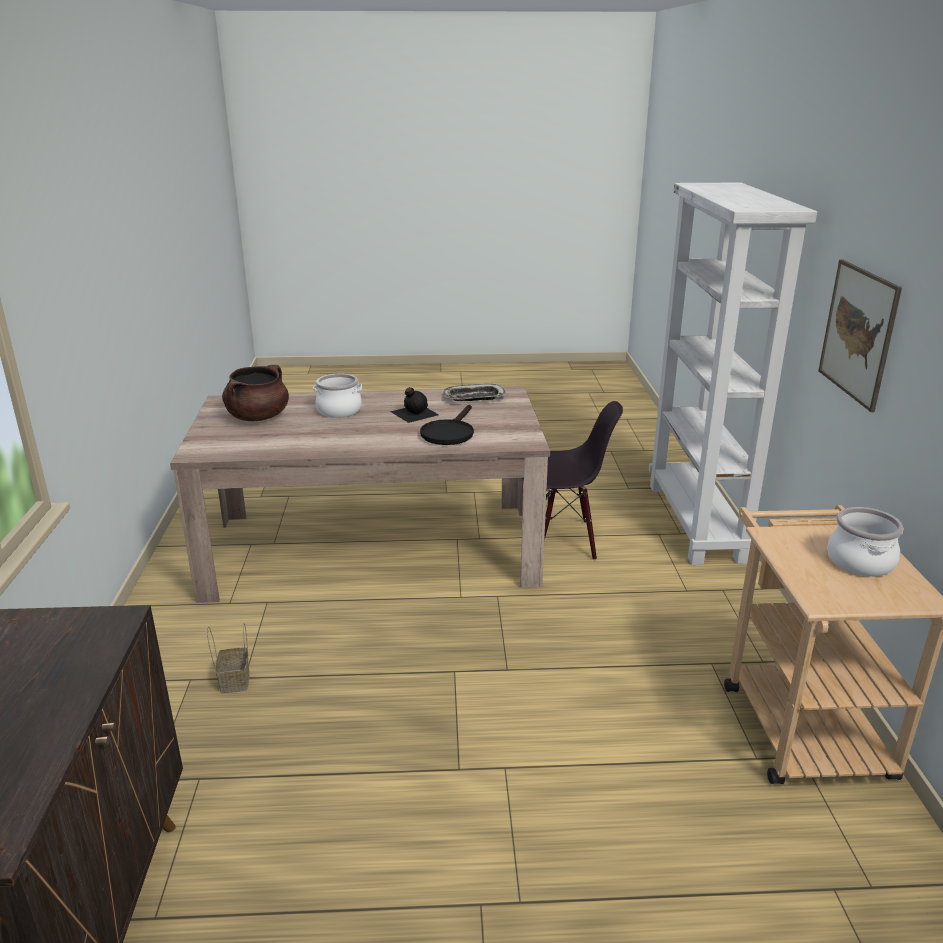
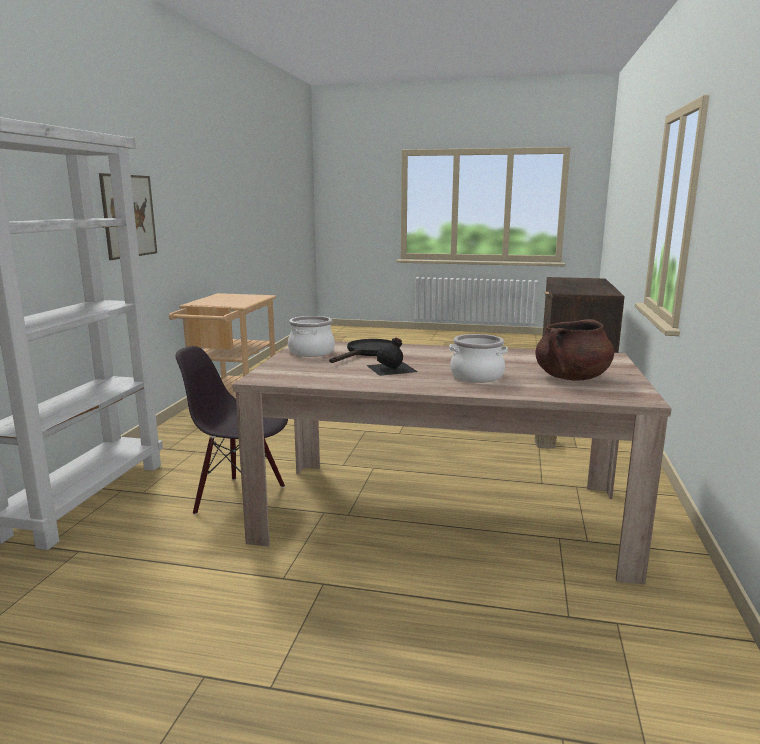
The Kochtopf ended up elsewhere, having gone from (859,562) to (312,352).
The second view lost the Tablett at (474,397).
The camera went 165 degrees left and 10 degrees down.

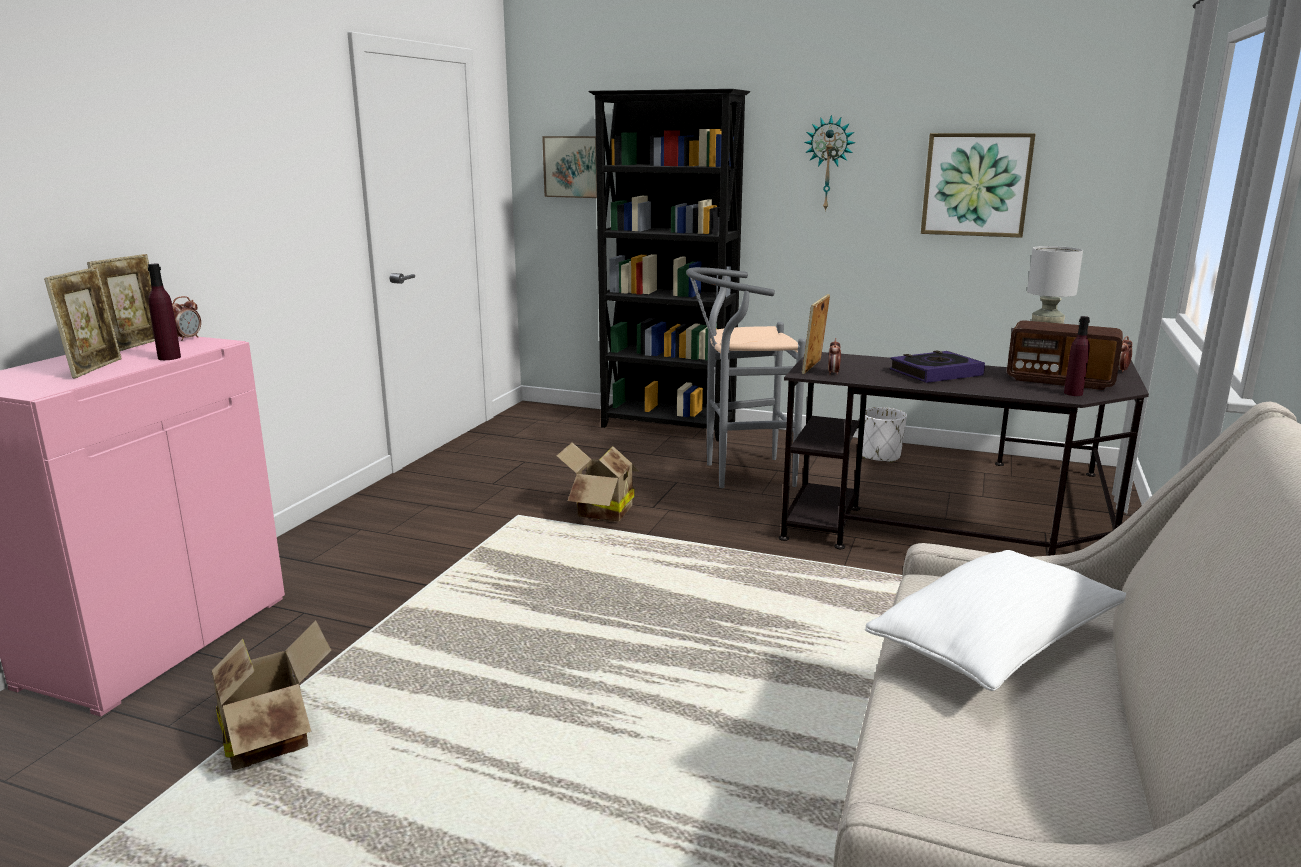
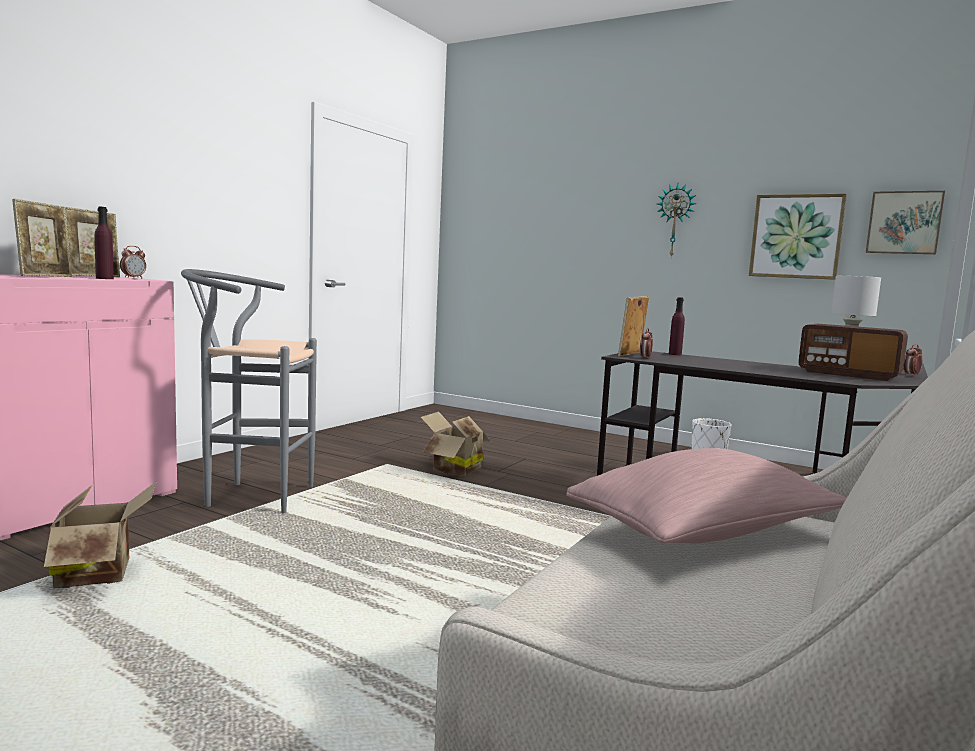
The Hocker/grau ended up elsewhere, having gone from (740,474) to (250,496).
What was the Kissen/weiß at (996,646) turned into the Kissen/rosa at (705,534).
The Flasche/lila ended up elsewhere, having gone from (1073,393) to (675,354).
The Bild ended up elsewhere, having gone from (573,166) to (904,223).
The second view lost the Bücherregal/schwarz at (668,427).
The second view lost the Buch at (935,373).
The camera went 10 degrees right and 10 degrees down.

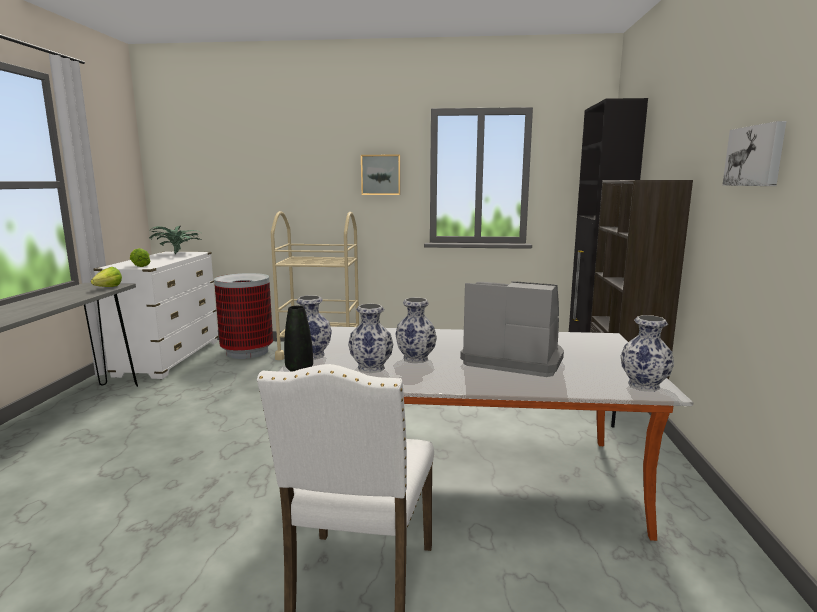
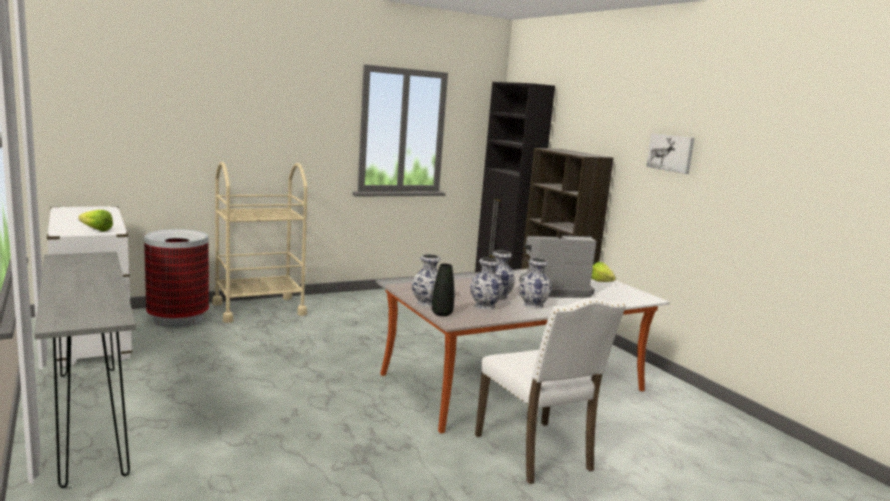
The Vase ended up elsewhere, having gone from (642,385) to (533,305).
The Salatkopf ended up elsewhere, having gone from (105,288) to (603,283).
The second view lost the Topfpflanze at (177,253).
The second view lost the Bild at (381,175).
The camera went 35 degrees left and 0 degrees up.

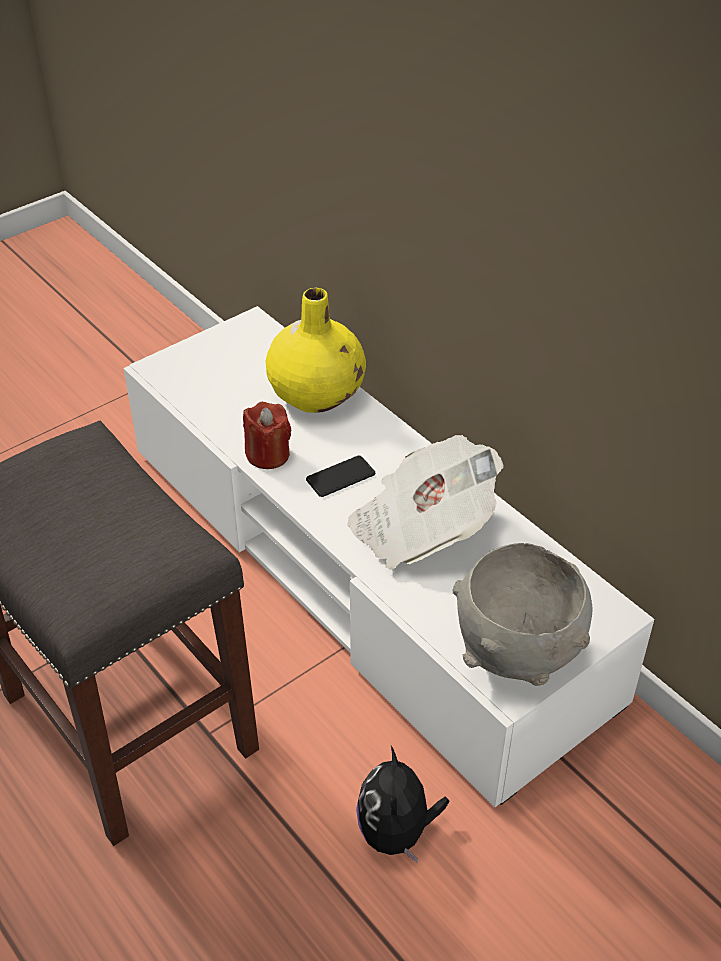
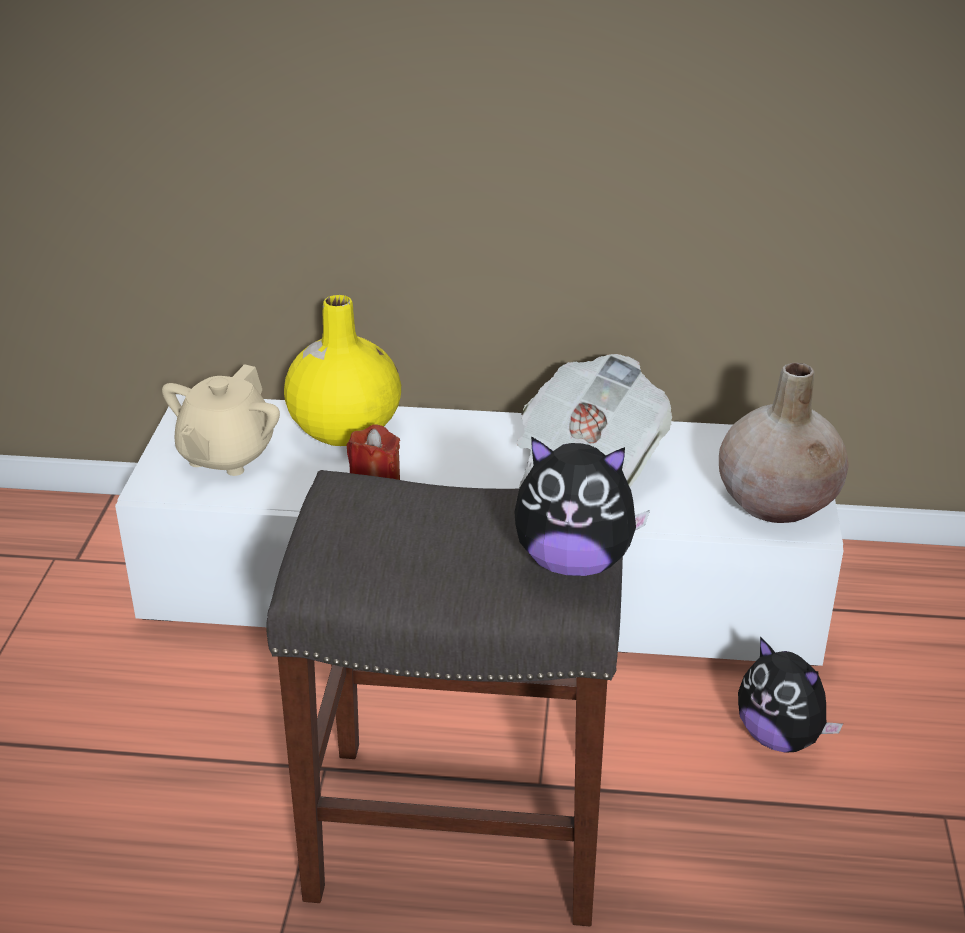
The second view gained the Teekanne/beige at (226,456).
The second view gained the Plüschtier at (574,562).
Where the Schüssel/grau stood at (517,653), the Vase/beige came to stand at (777,502).
The second view lost the Handy at (340,477).
The camera went 45 degrees left and 10 degrees down.

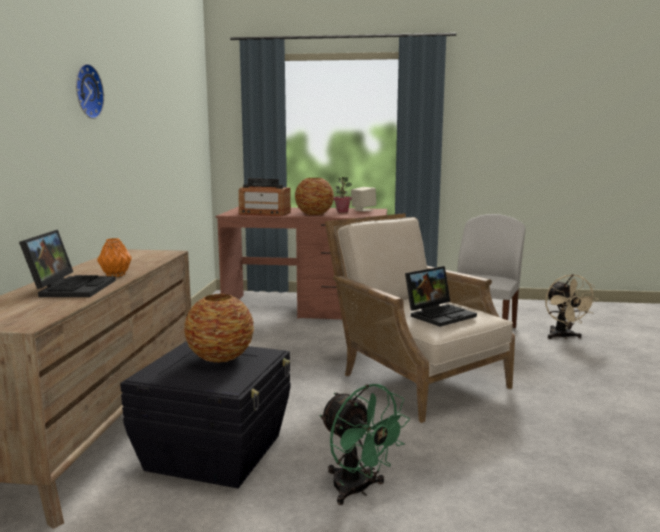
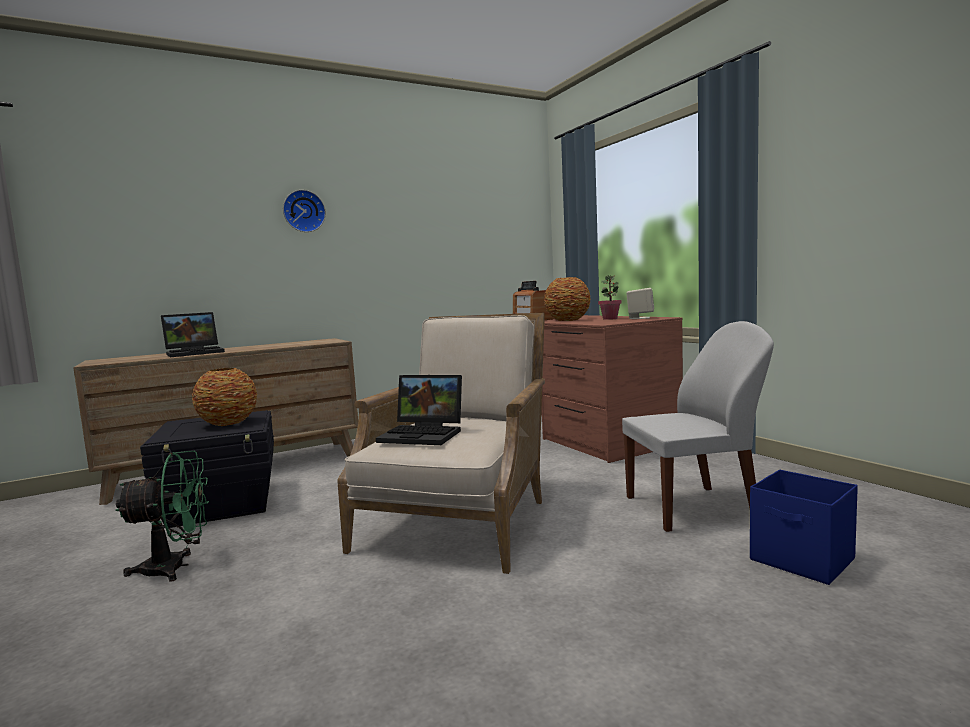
The Ventilator/grün at (358,490) ended up facing another way, 120 degrees counterclockwise from before.
Where the Ventilator/beige stood at (563,337), the Aufbewahrungsbox/blau came to stand at (803,560).
The second view lost the Vase/orange at (116,275).
The camera went 55 degrees right and 5 degrees down.

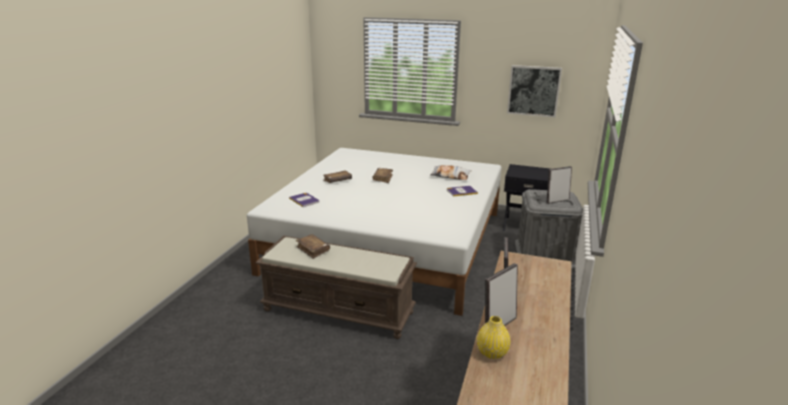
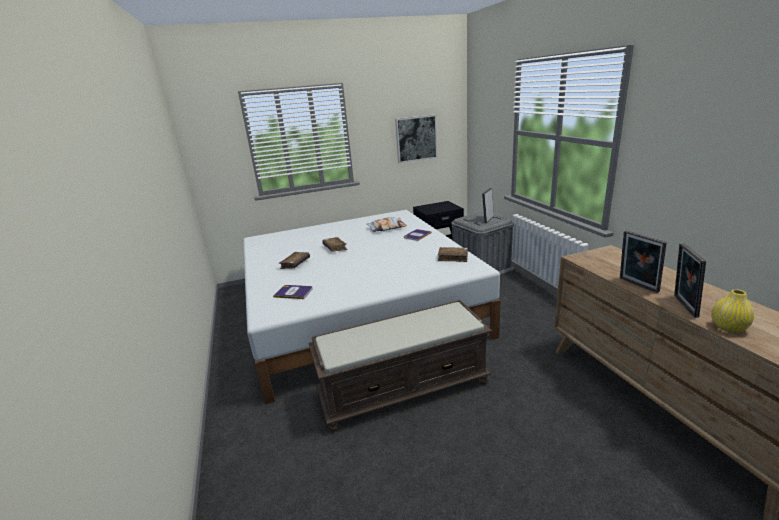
The Buch/braun ended up elsewhere, having gone from (313,249) to (453,258).
The camera went 35 degrees left and 0 degrees up.

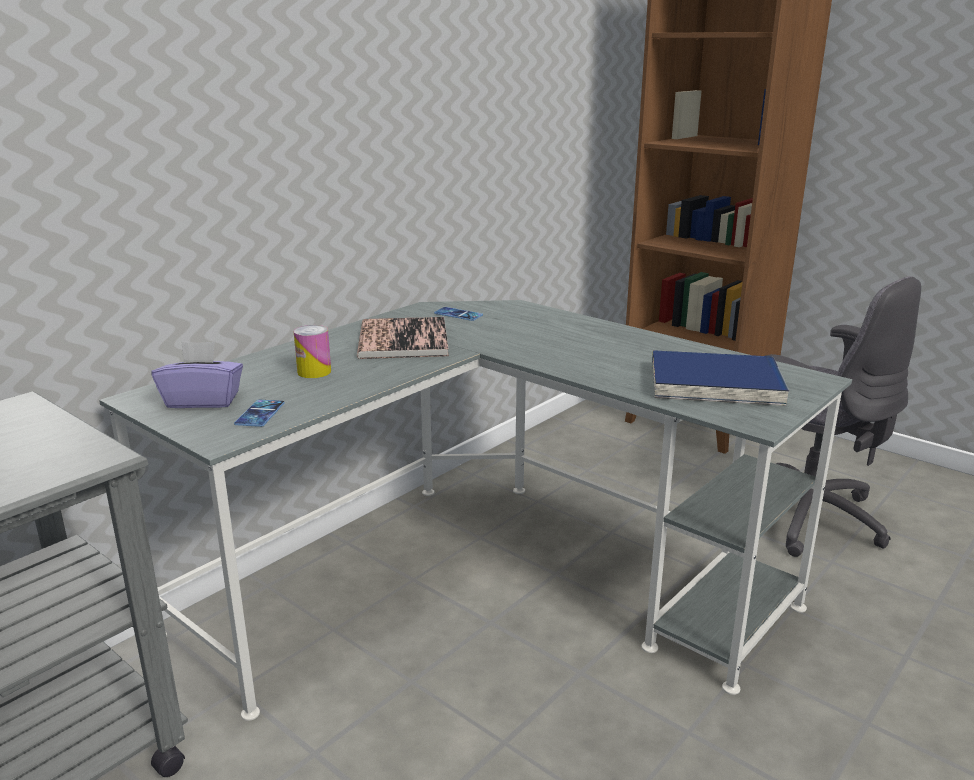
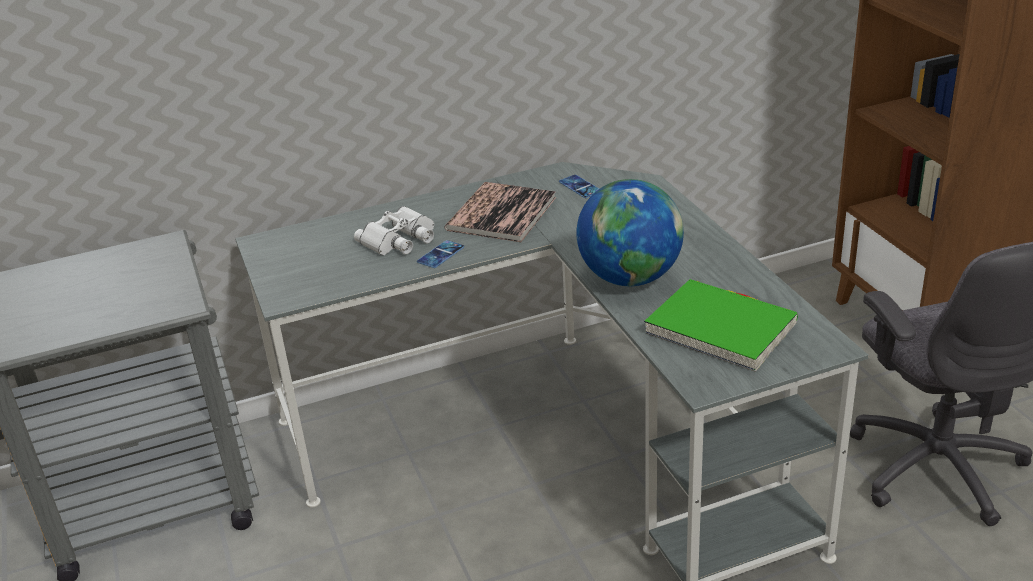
Where the Dose stood at (314,372), the Fernglas/weiß came to stand at (400,239).
The Handy ended up elsewhere, having gone from (260,414) to (440,254).
The second view gained the Globus at (630,278).
What was the Buch/blau at (714,384) turned into the Buch/grün at (720,329).
The second view lost the Taschentuchbox/lila at (203,400).
The camera went 30 degrees right and 10 degrees up.

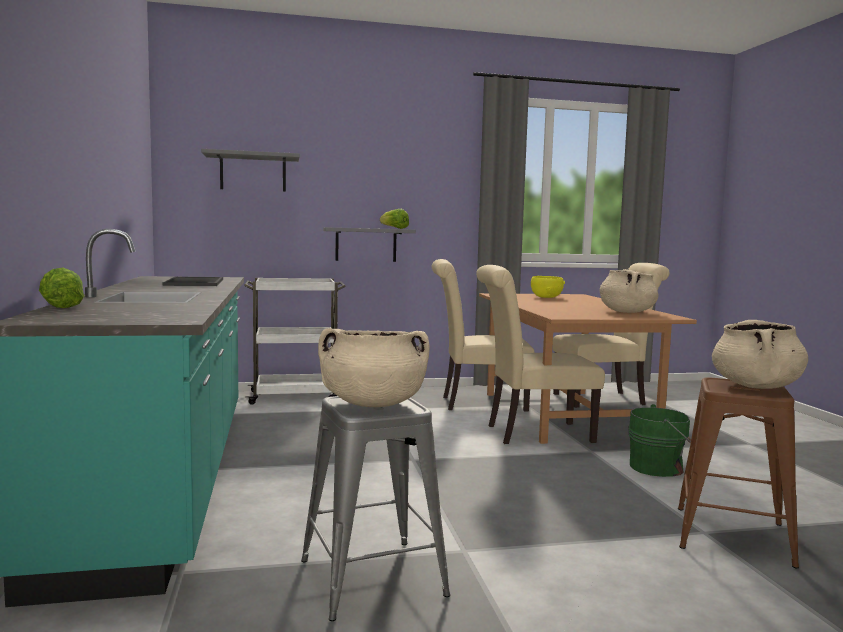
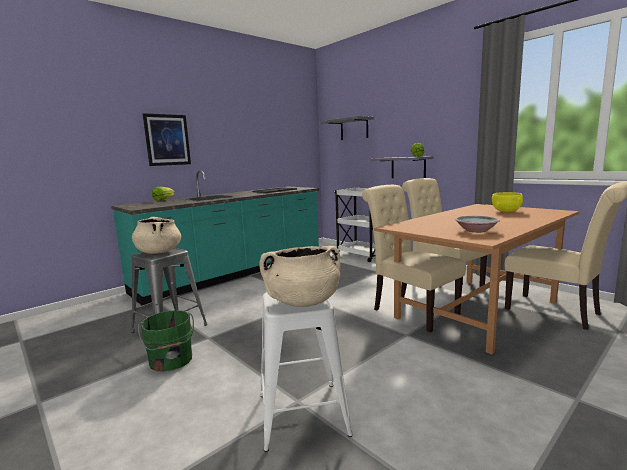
The Eimer/grün ended up elsewhere, having gone from (658,467) to (171,361).
The second view gained the Bild at (167,140).
What was the Hocker/braun at (732,535) turned into the Hocker/weiß at (302,414).
Where the Kochtopf/beige stood at (627,312), the Schüssel came to stand at (476,230).
The camera went 60 degrees right and 5 degrees up.

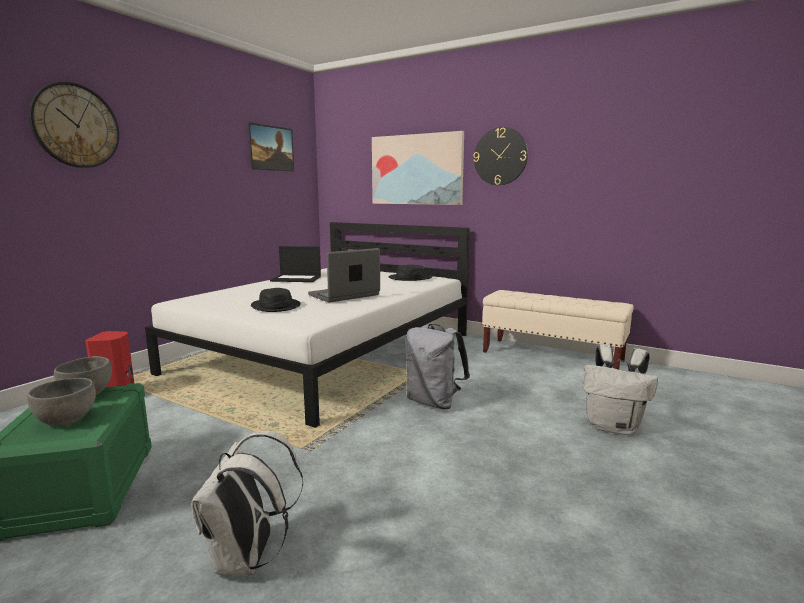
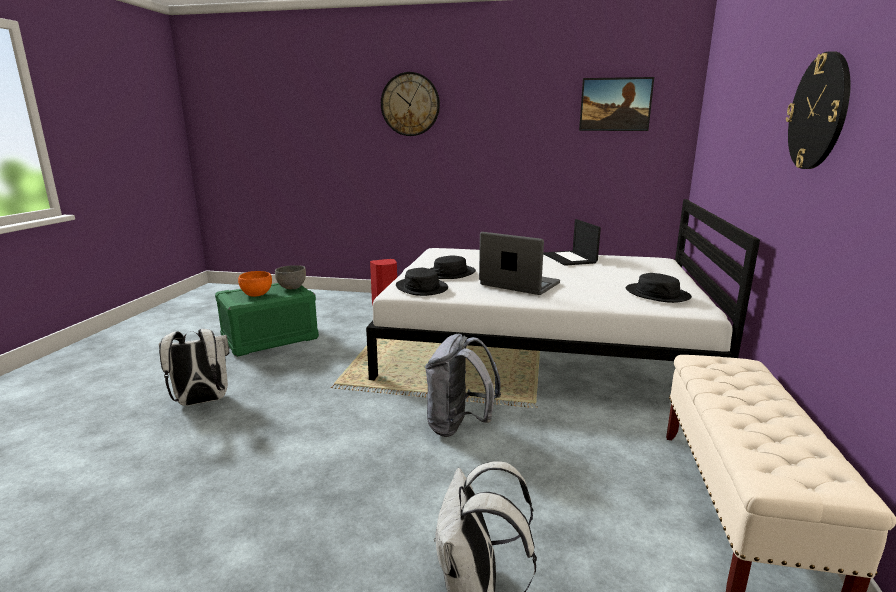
What was the Schüssel/grau at (66,421) turned into the Schüssel/orange at (256,295).
The second view gained the Hut/schwarz at (422,288).
The second view lost the Bild at (416,169).
The camera went 70 degrees right and 5 degrees up.

